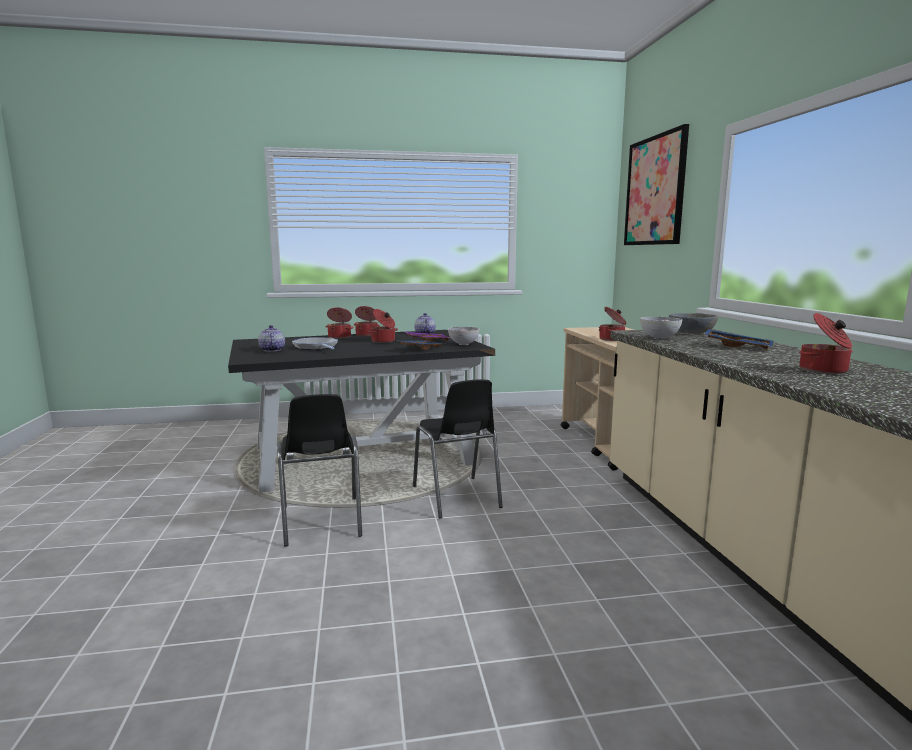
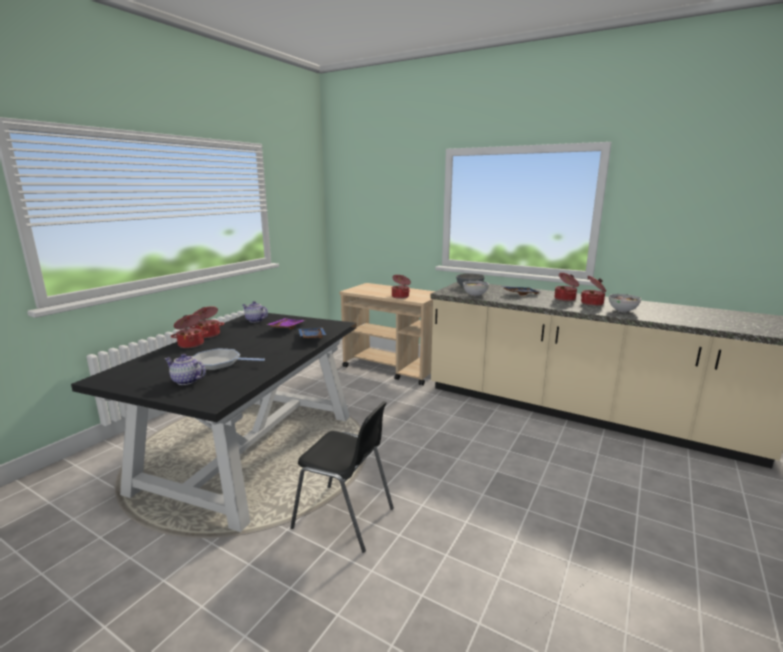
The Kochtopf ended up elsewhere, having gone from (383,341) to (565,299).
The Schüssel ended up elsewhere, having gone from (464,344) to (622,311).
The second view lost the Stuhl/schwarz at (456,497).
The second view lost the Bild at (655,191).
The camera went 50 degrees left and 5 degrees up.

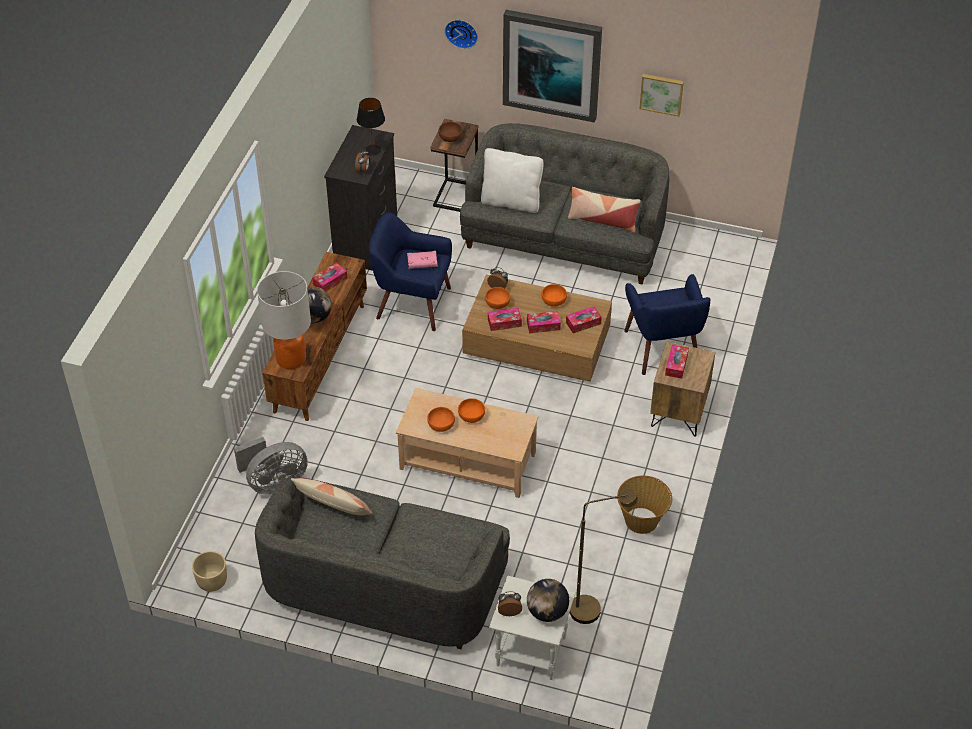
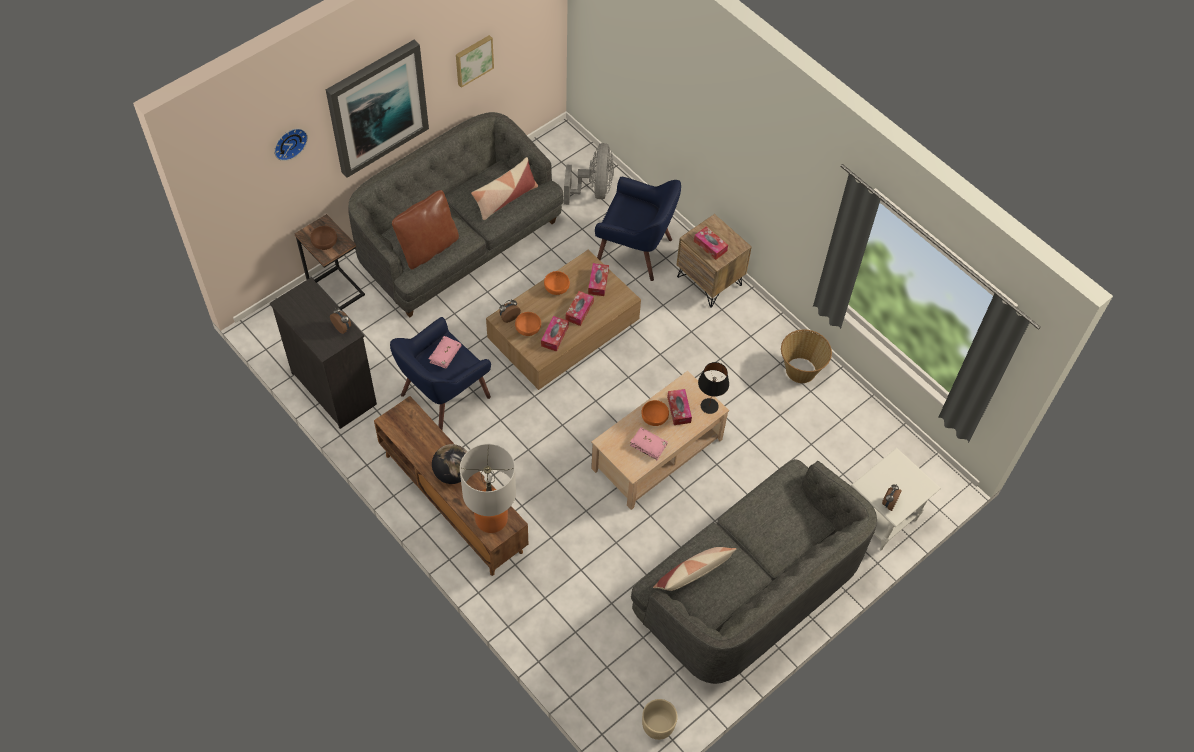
What was the Kissen/weiß at (511,202) turned into the Kissen/braun at (428,248).
The Ventilator/grau ended up elsewhere, having gone from (274,483) to (593,190).
Where the Schüssel/orange stood at (440,425), the Buch/rosa came to stand at (648,445).
The Taschentuchbox ended up elsewhere, having gone from (330,281) to (679,410).
The Tischlampe/schwarz ended up elsewhere, having gone from (373,150) to (709,405).
The second view lost the Globus at (547,612).
The second view lost the Stehlampe/braun at (593,608).
The camera went 60 degrees left and 10 degrees up.

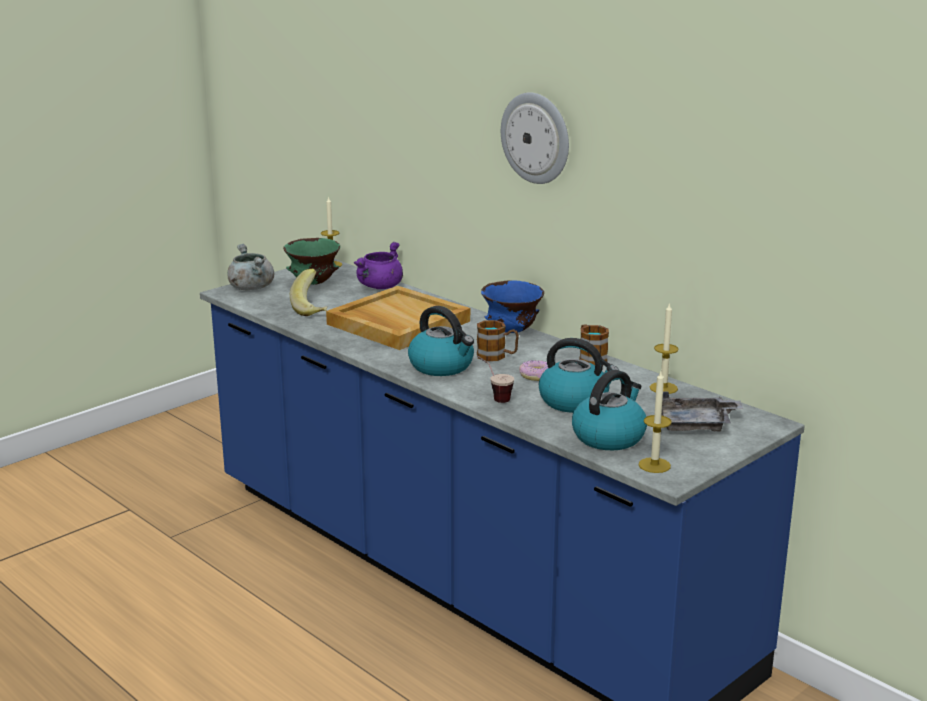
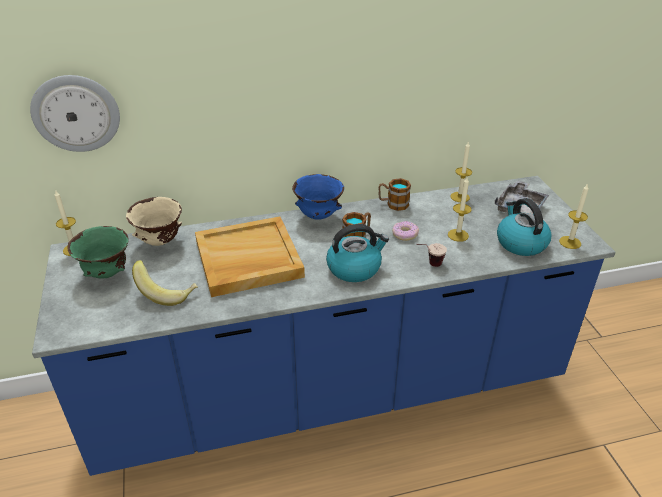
The Wanduhr ended up elsewhere, having gone from (536,138) to (76,113).
Where the Kochtopf/lila stood at (380,287), the Schüssel/beige came to stand at (160,242).
Where the Wasserkessel stood at (575,401), the Kerze came to stand at (458,235).
The second view lost the Kochtopf/grau at (250,287).
The camera went 60 degrees left and 15 degrees up.

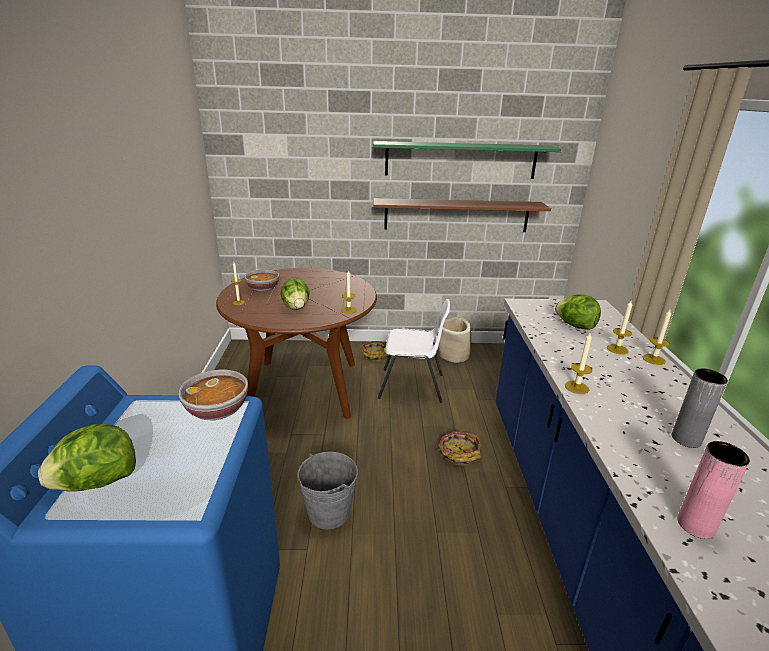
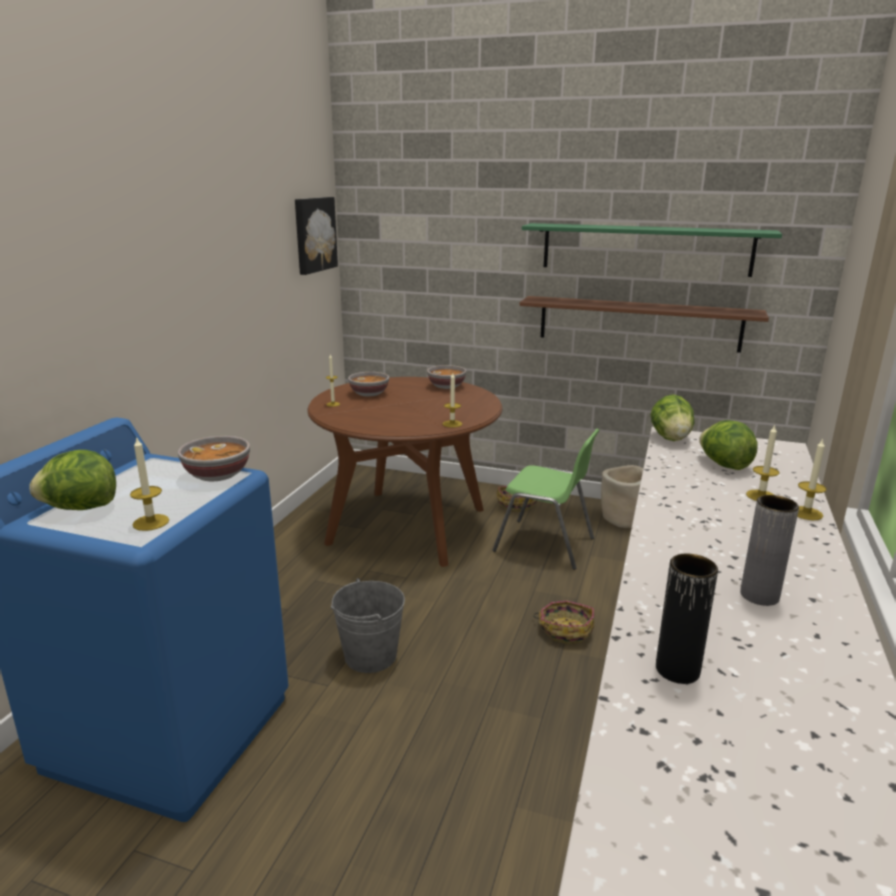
The Kerze ended up elsewhere, having gone from (576,387) to (151,522).
The second view gained the Bild at (314,234).
The second view gained the Schüssel at (447,386).
What was the Stuhl/weiß at (412,386) turned into the Stuhl/grün at (546,545).
The Salatkopf ended up elsewhere, having gone from (296,307) to (671,438).
What was the Vase/rosa at (695,525) turned into the Vase/schwarz at (677,670).
The camera went 20 degrees right and 5 degrees down.

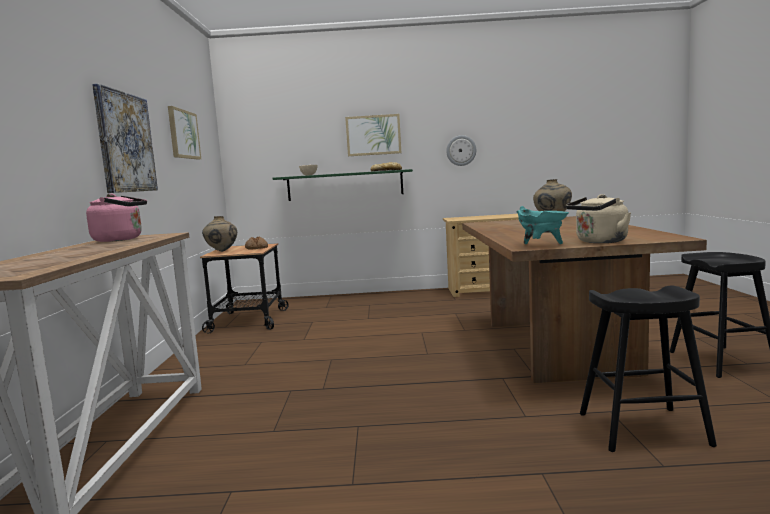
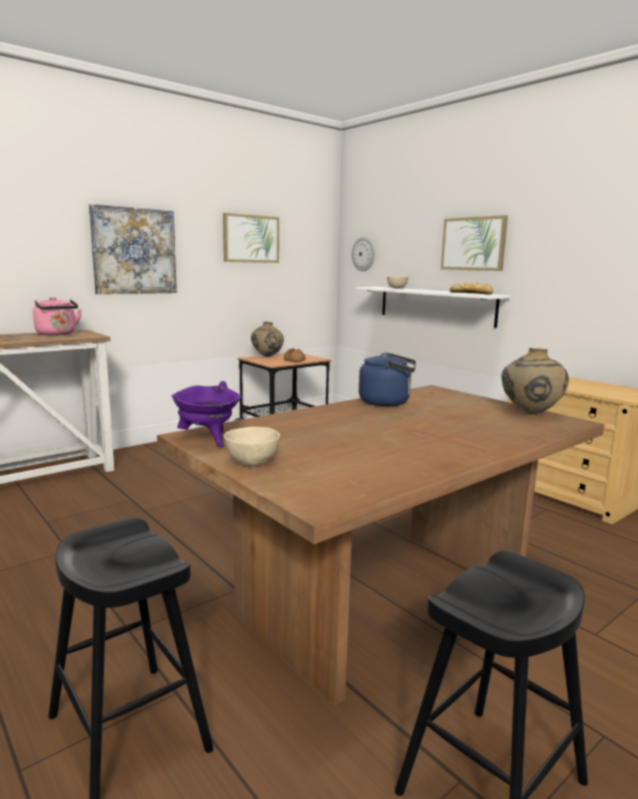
What was the Kochtopf/türkis at (541,245) turned into the Kochtopf/lila at (208,440).
Where the Wasserkessel/beige stood at (599,242), the Schüssel/beige came to stand at (252,463).
The Wanduhr ended up elsewhere, having gone from (461,150) to (363,254).
What was the Wandregal/grün at (345,185) turned into the Wandregal/weiß at (435,305).
The second view gained the Wasserkessel/blau at (387,402).
The camera went 50 degrees right and 5 degrees up.

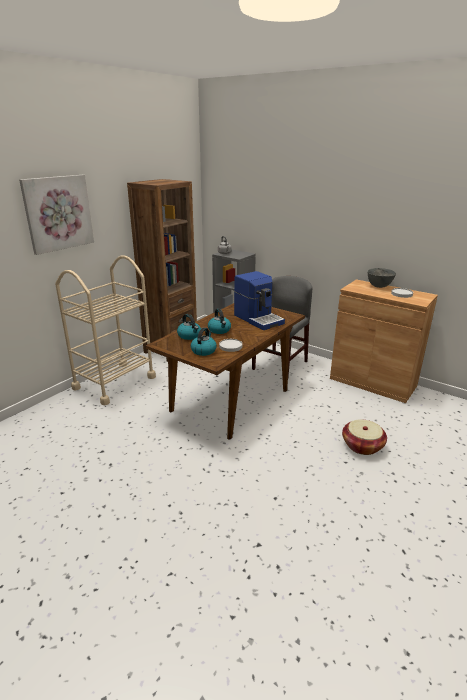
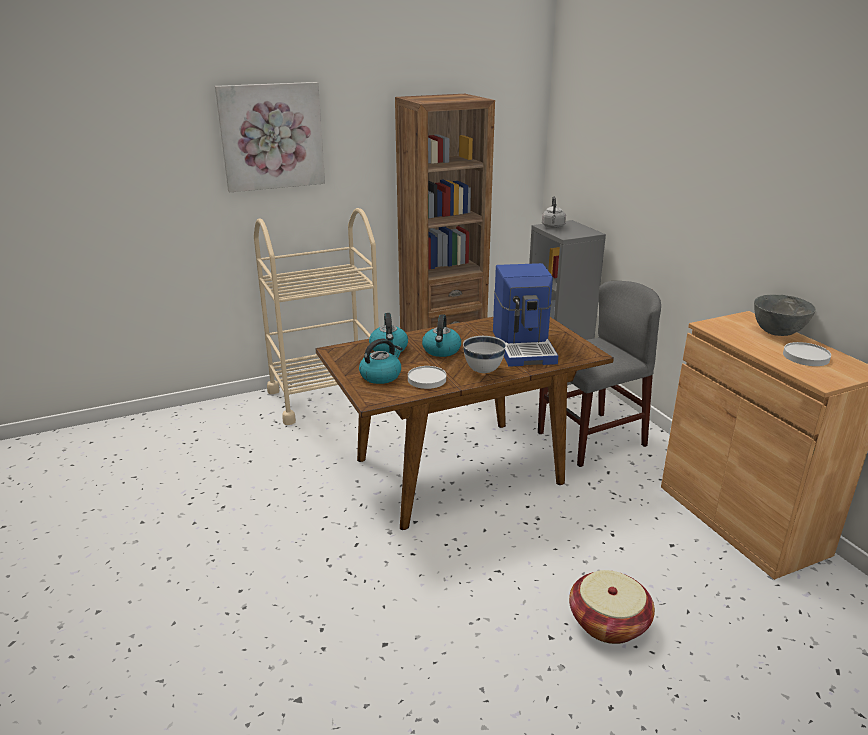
The second view gained the Schüssel/weiß at (483,371).
The camera went 30 degrees right and 0 degrees up.

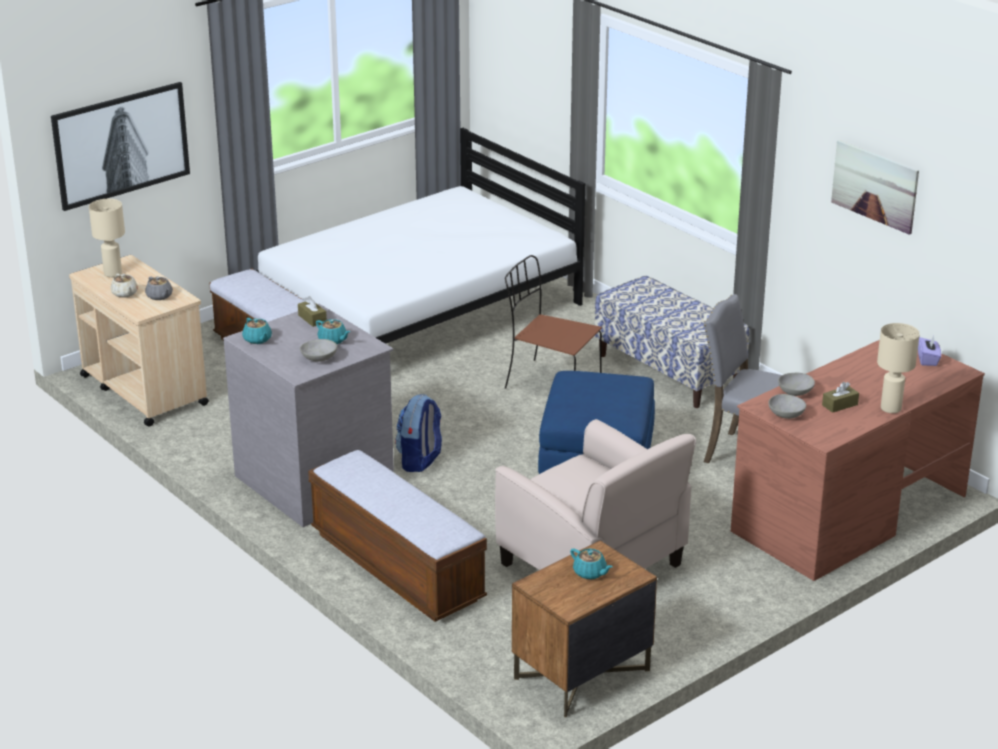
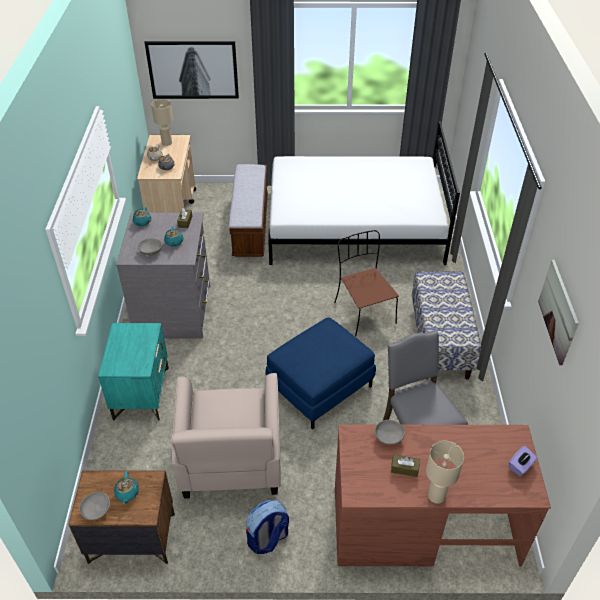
The Schüssel/grau ended up elsewhere, having gone from (785,415) to (96,510).
Where the Bank stood at (396,566), the Nachttisch/türkis came to stand at (141,393).
The Rucksack ended up elsewhere, having gone from (420,461) to (268,539).
The camera went 40 degrees right and 15 degrees up.

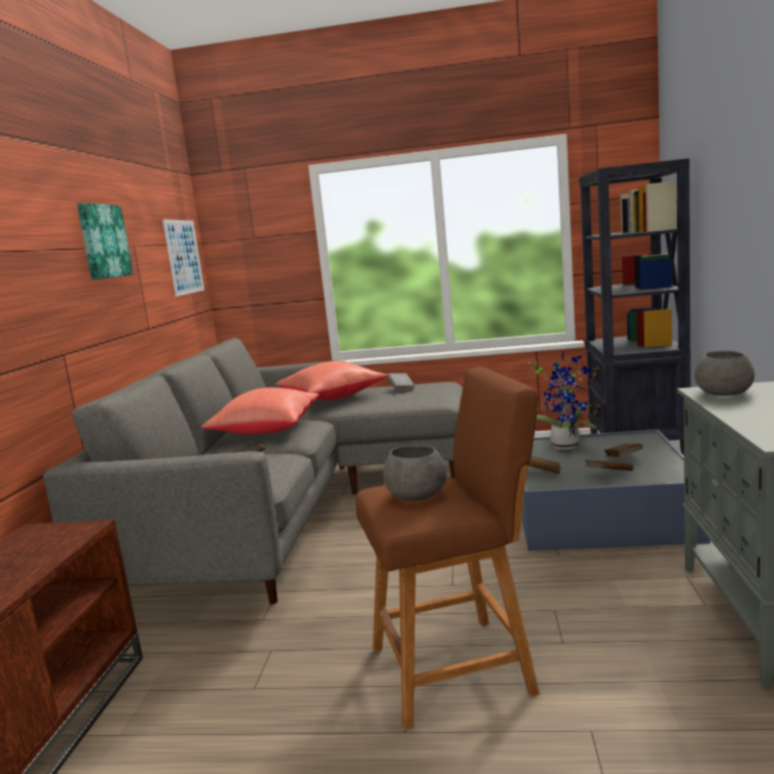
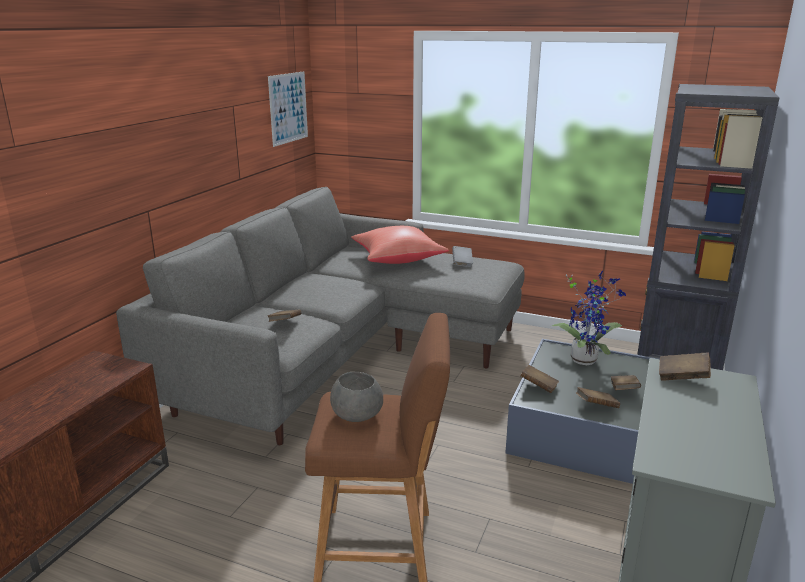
Where the Schüssel/grau stood at (723,392), the Buch/braun came to stand at (682,377).
The second view lost the Bild at (103,241).
The second view lost the Kissen/rot at (266,431).
The camera went 15 degrees right and 10 degrees up.

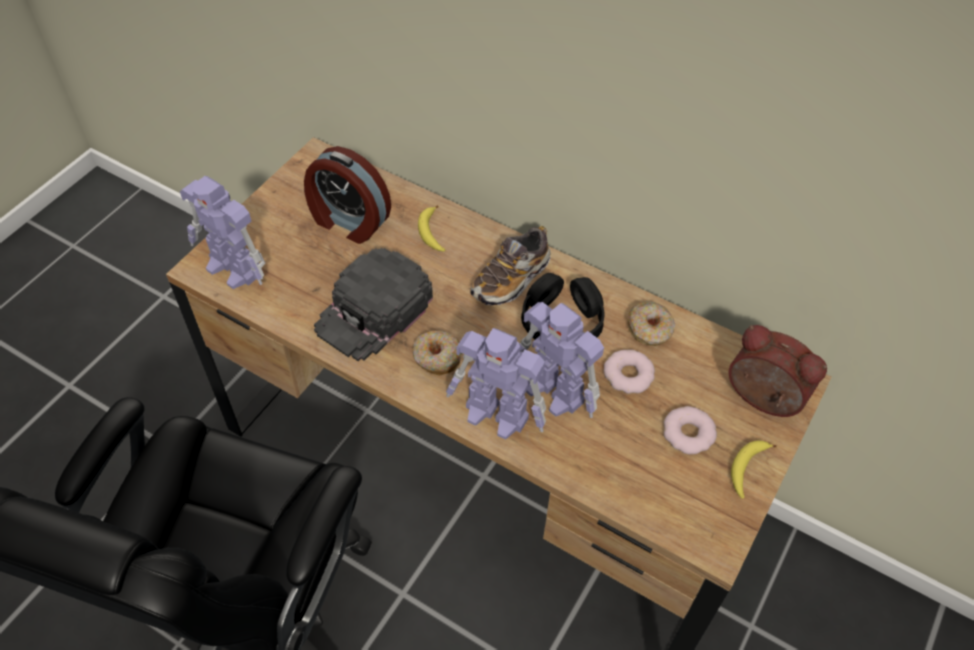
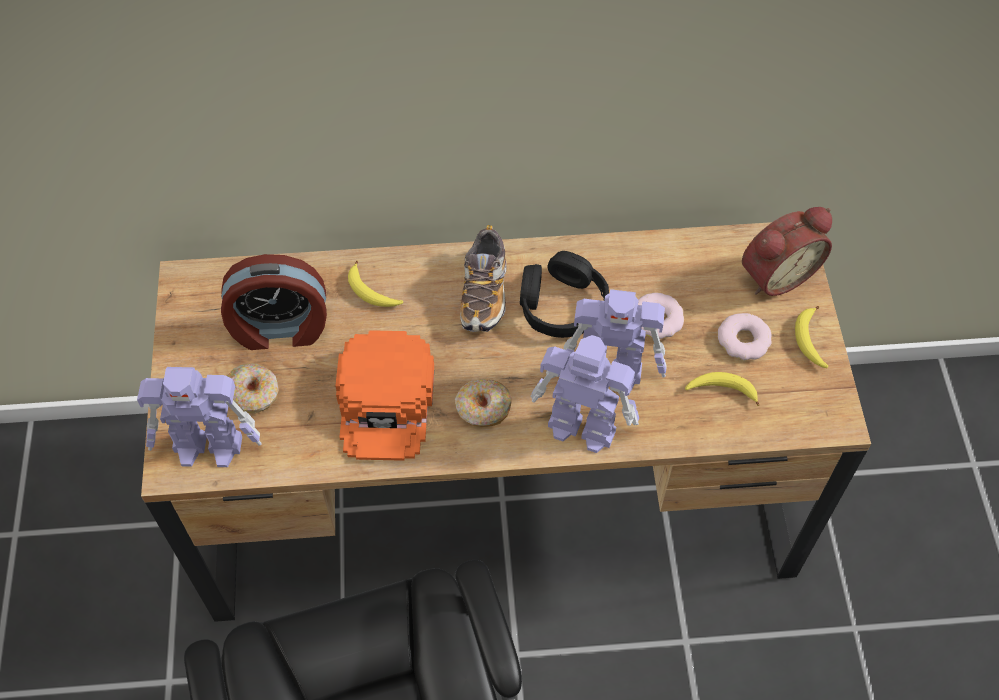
The Donut ended up elsewhere, having gone from (650,329) to (254,393).
What was the Kappe/schwarz at (374,311) turned into the Kappe/orange at (386,402).
The Spielzeugroboter at (497,415) ended up facing another way, 150 degrees counterclockwise from before.
The second view gained the Banane at (722,390).
The Wecker at (761,399) ended up facing another way, 150 degrees clockwise from before.
The camera went 35 degrees left and 5 degrees up.

